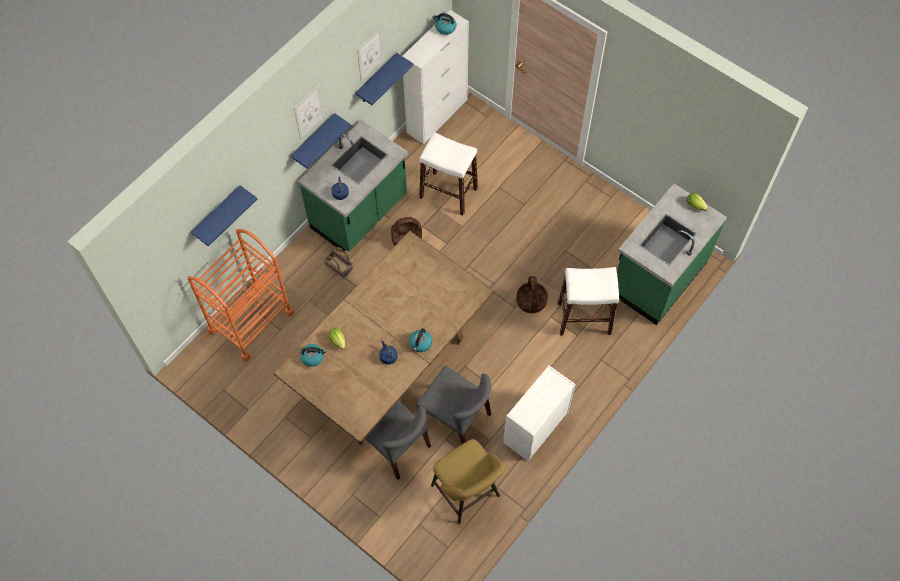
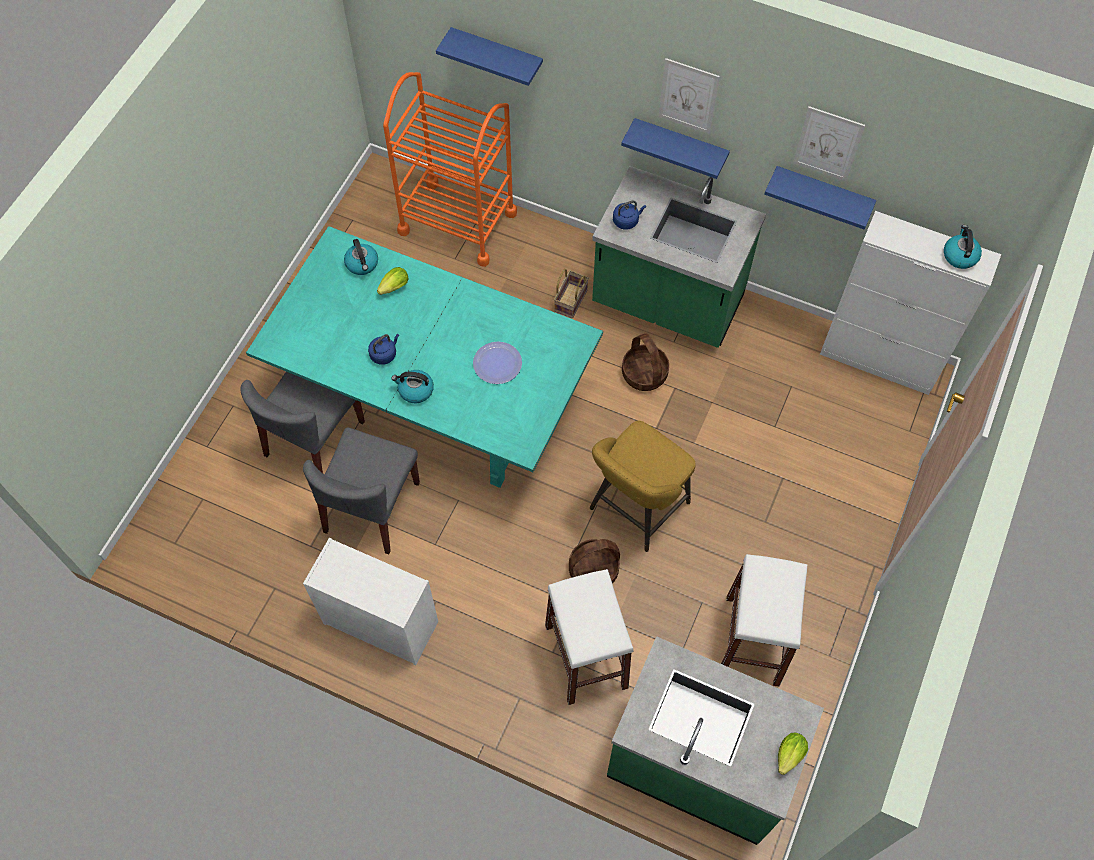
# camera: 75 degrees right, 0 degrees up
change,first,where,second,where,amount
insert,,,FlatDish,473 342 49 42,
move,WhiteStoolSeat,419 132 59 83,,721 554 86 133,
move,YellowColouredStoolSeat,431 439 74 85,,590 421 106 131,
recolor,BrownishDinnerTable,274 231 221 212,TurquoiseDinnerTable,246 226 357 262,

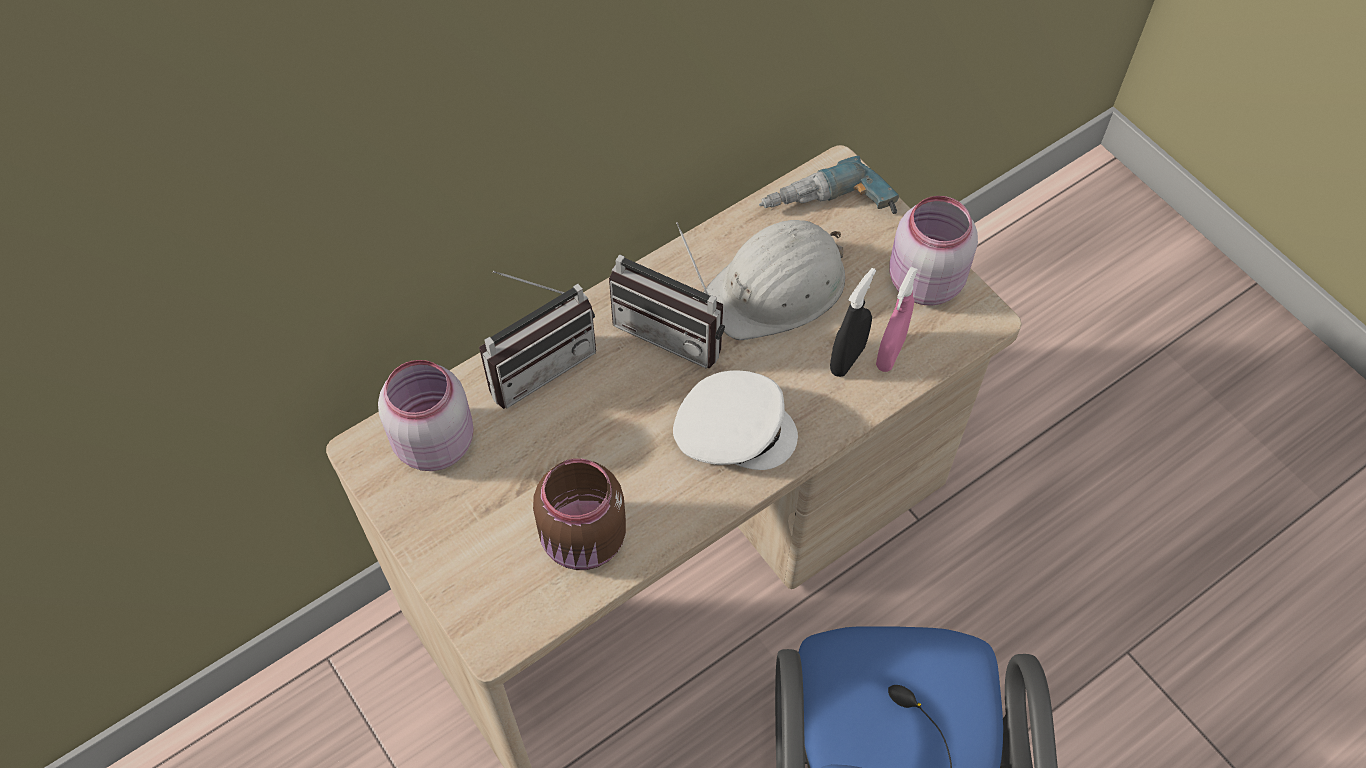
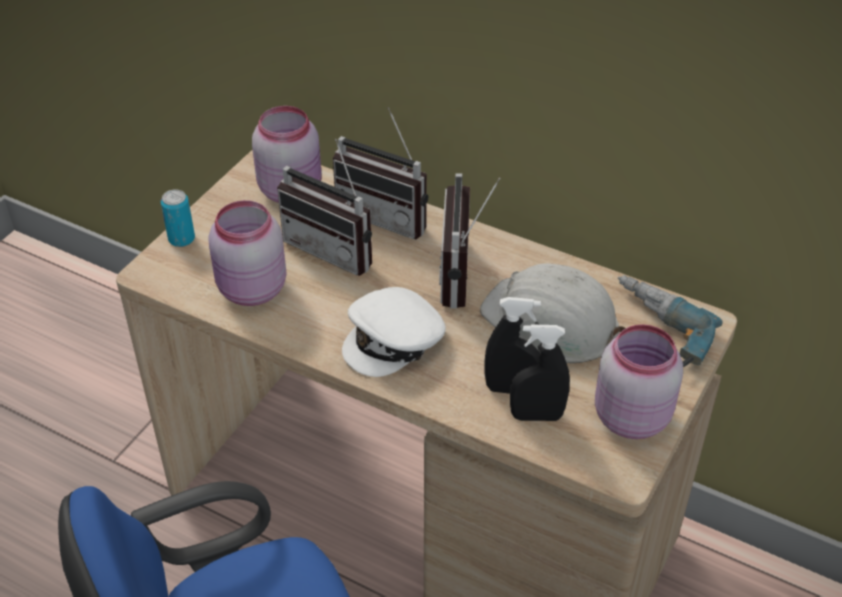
# camera: 65 degrees right, 15 degrees down
change,first,where,second,where,amount
insert,,,SealedCan,161 190 34 57,
insert,,,Radio,277 139 95 137,
recolor,BrownishStorageJar,533 458 93 112,PinkColouredStorageJar,208 200 78 106,
recolor,PinkColouredSprayer,876 267 42 105,BlackSprayer,510 325 60 96,
rotate,WhitePeakedCap,673 371 125 99,,342 287 104 90,60 degrees clockwise

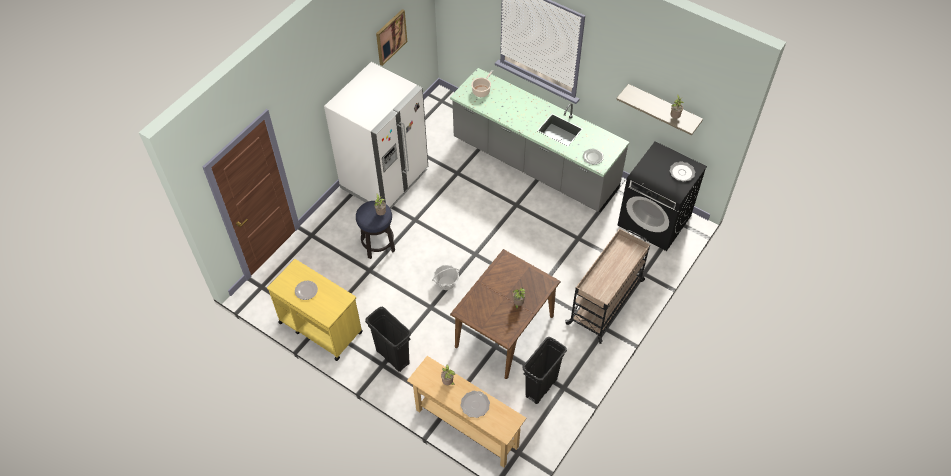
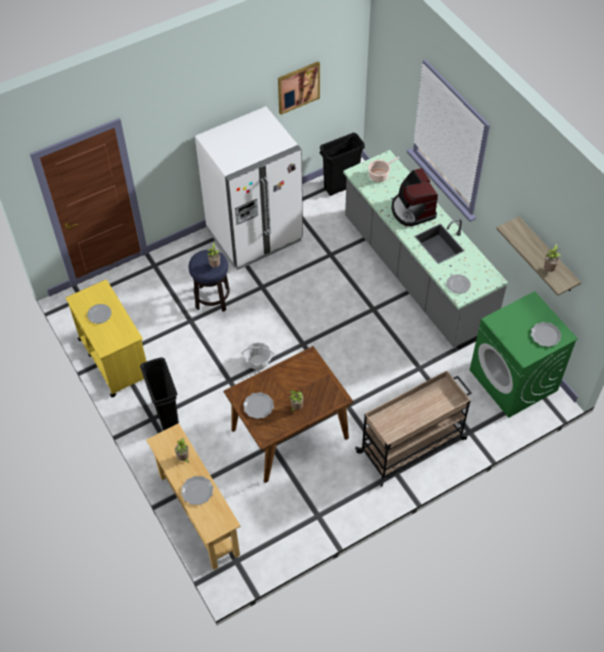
# camera: 25 degrees right, 0 degrees up
change,first,where,second,where,amount
insert,,,FlatDish,243 392 31 27,
insert,,,CoffeeMaker,391 168 47 58,
move,BlackWasteBin,522 337 45 67,,319 133 46 63,
recolor,BlackLaundryAppliance,618 141 89 110,GreenishLaundryAppliance,470 291 108 127,

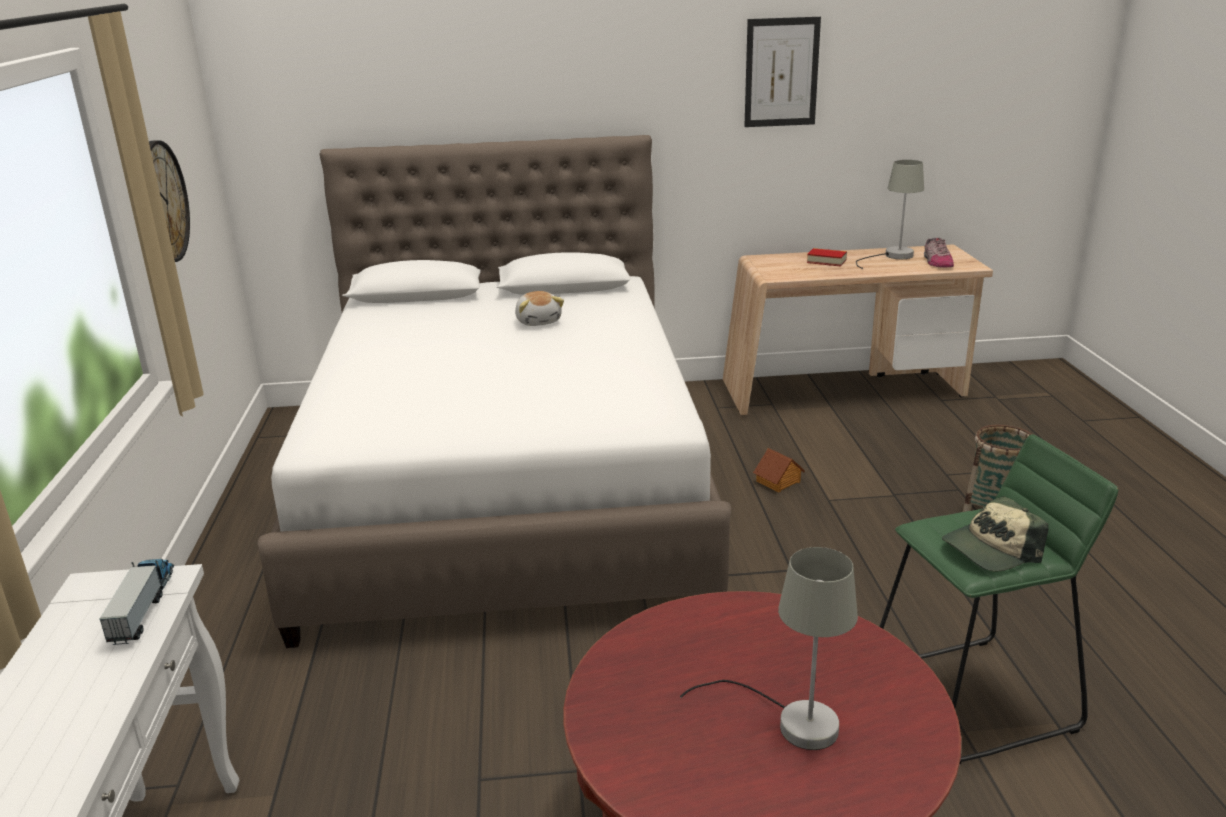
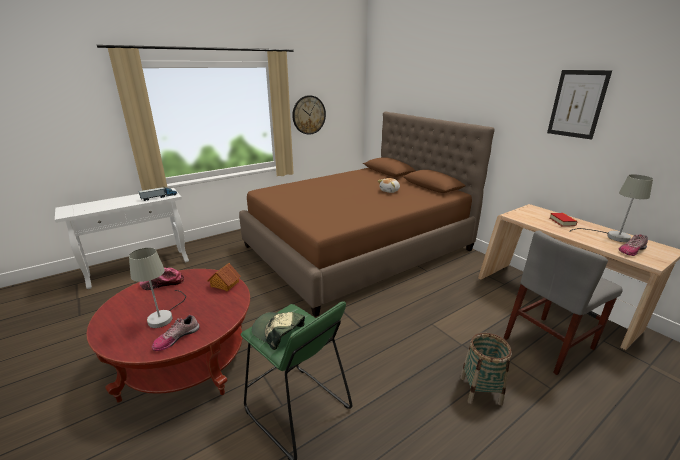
# camera: 60 degrees right, 0 degrees up
change,first,where,second,where,amount
insert,,,PeakedCap,139 268 45 22,
insert,,,LowShoe,152 315 48 36,
insert,,,GreyChair,504 230 119 145,
move,MiniatureHouse,753 448 52 44,,208 263 33 28,
recolor,WhiteBed,257 135 474 513,BrownishBed,239 111 256 206,

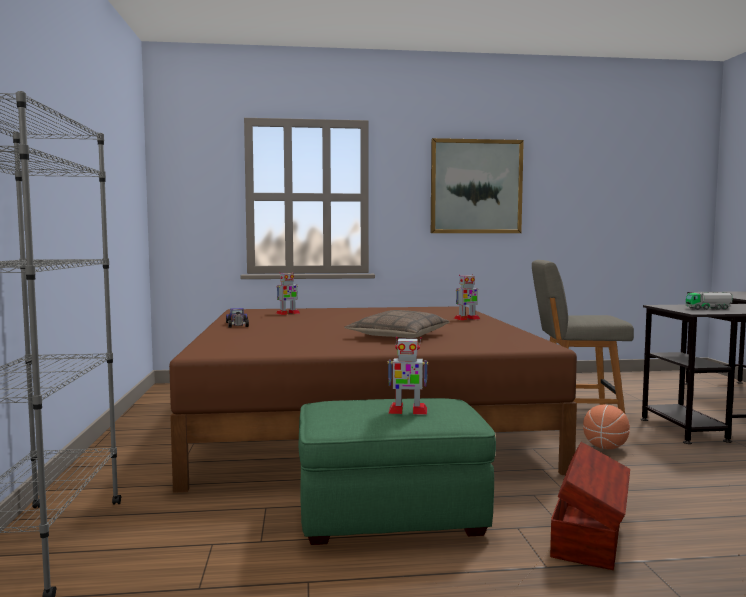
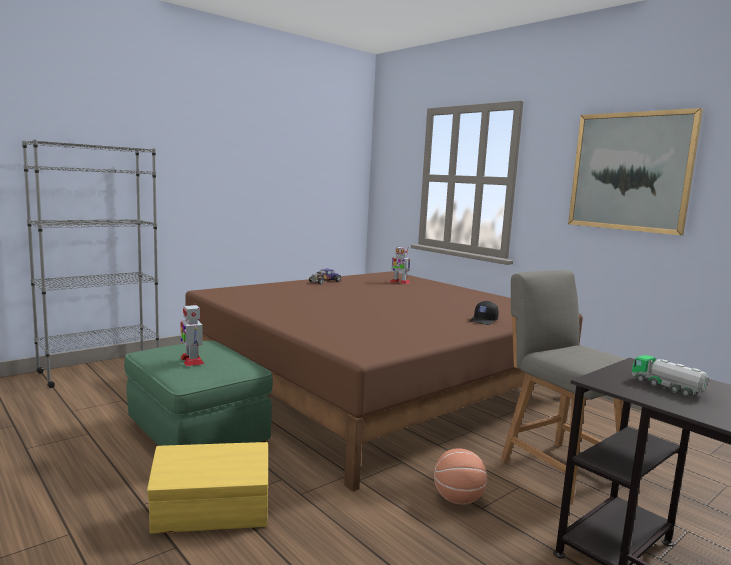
# camera: 55 degrees right, 5 degrees up
change,first,where,second,where,amount
delete,Pillow,344 310 106 28,,,
replace,ToyRobot,454 274 26 46,BlackPeakedCap,470 301 29 24,
recolor,BrownishStorageBin,550 442 80 128,YellowColouredStorageBin,147 442 121 92,

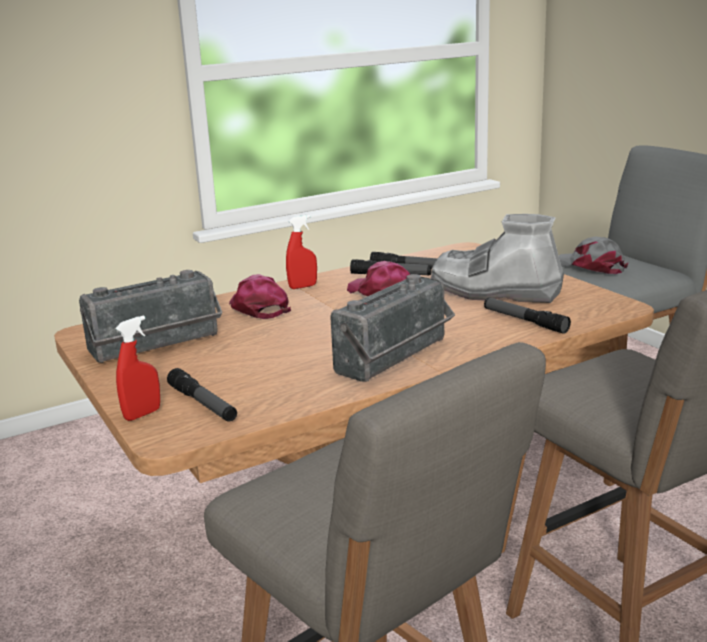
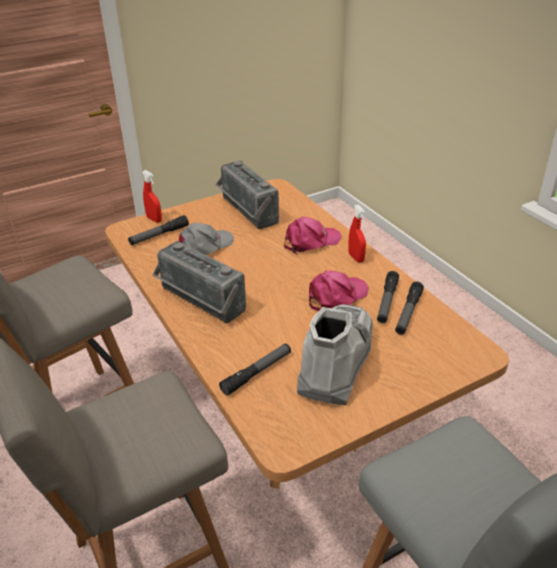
# camera: 90 degrees right, 15 degrees up
change,first,where,second,where,amount
move,GreyPeakedCap,559 237 69 37,,179 223 55 32,

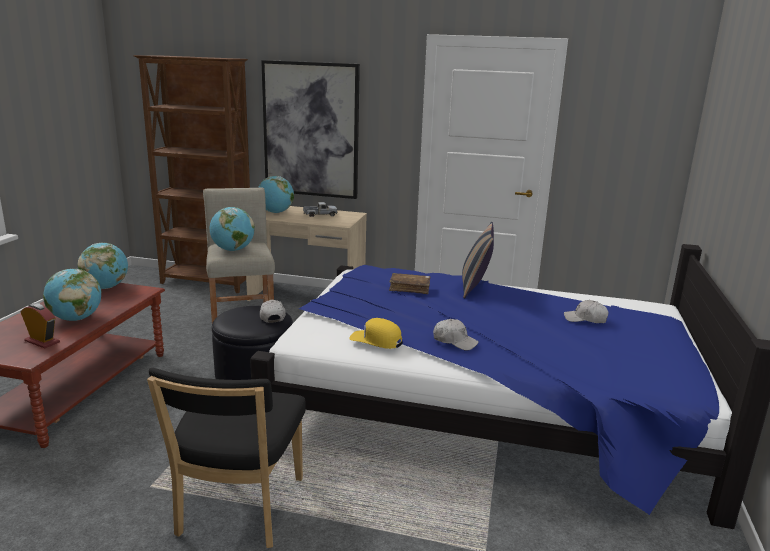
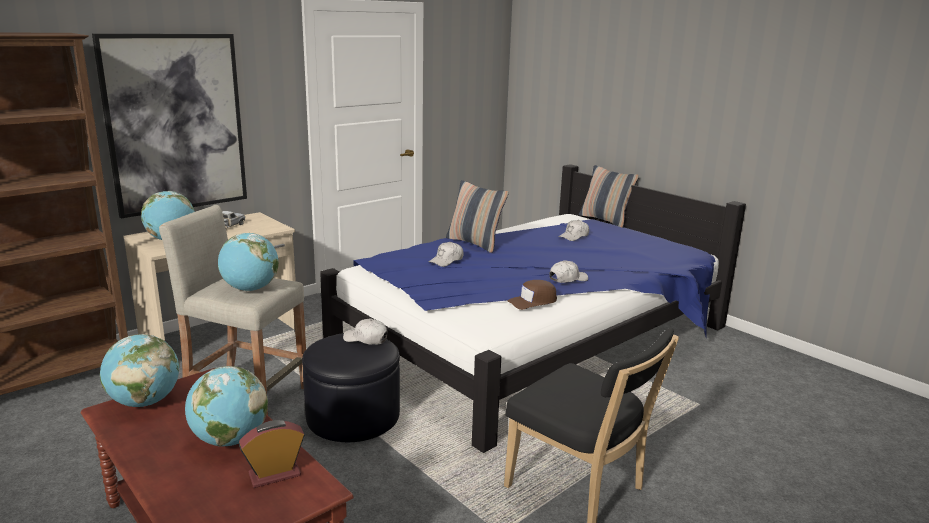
# camera: 55 degrees left, 0 degrees up
change,first,where,second,where,amount
insert,,,Pillow,579 165 60 63,
replace,BrownishBoundBook,389 273 42 21,WhitePeakedCap,429 242 34 25,
recolor,YellowColouredPeakedCap,349 318 54 31,BrownishPeakedCap,508 280 49 30,

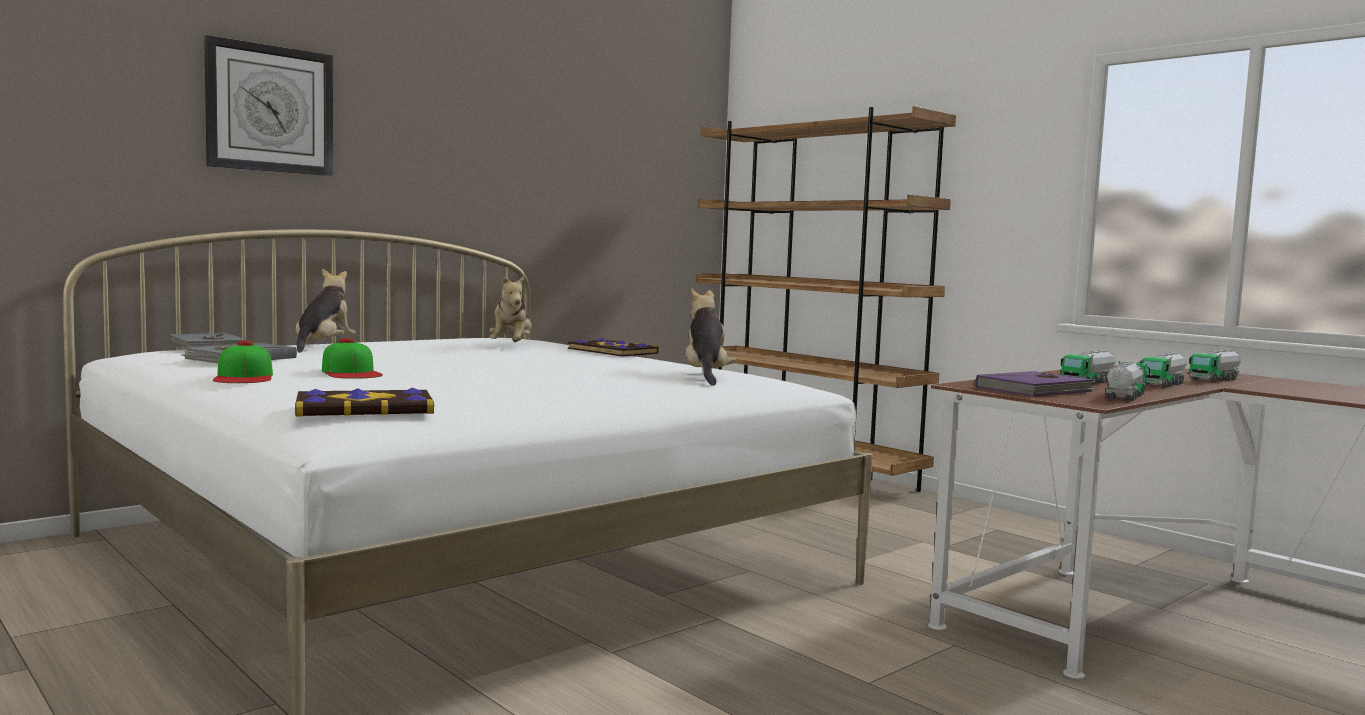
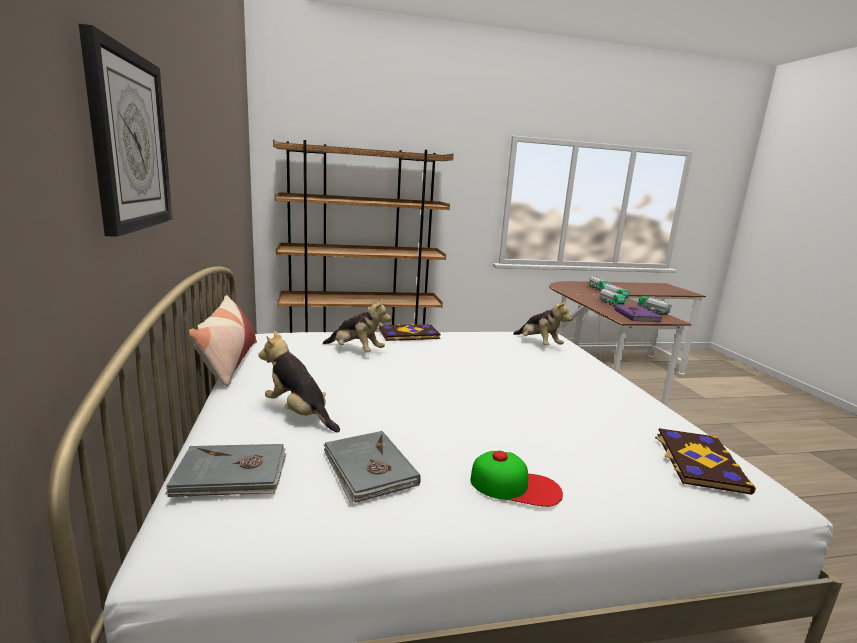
# camera: 60 degrees left, 10 degrees up
change,first,where,second,where,amount
delete,PeakedCap,322 338 61 41,,,
insert,,,Pillow,189 295 68 91,
rotate,CuddlyToy,686 288 50 98,,513 299 60 46,150 degrees counterclockwise

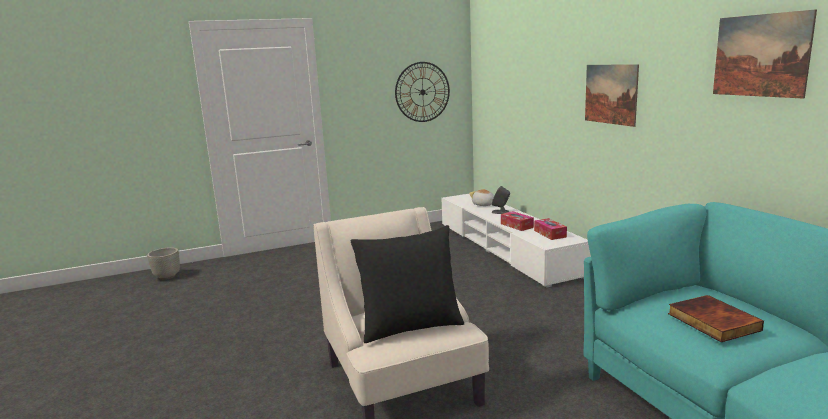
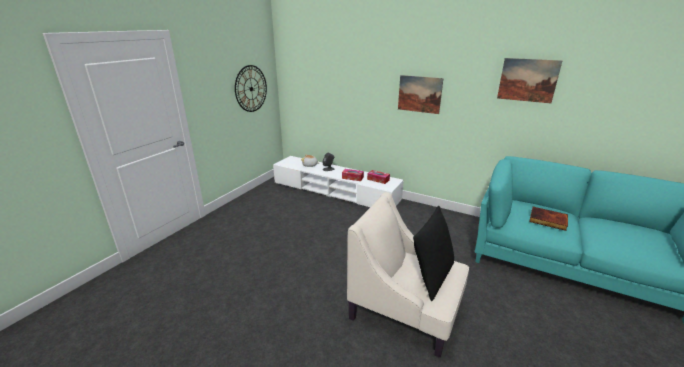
# camera: 40 degrees left, 10 degrees up
change,first,where,second,where,amount
delete,GreyPlantPot,147 247 33 33,,,

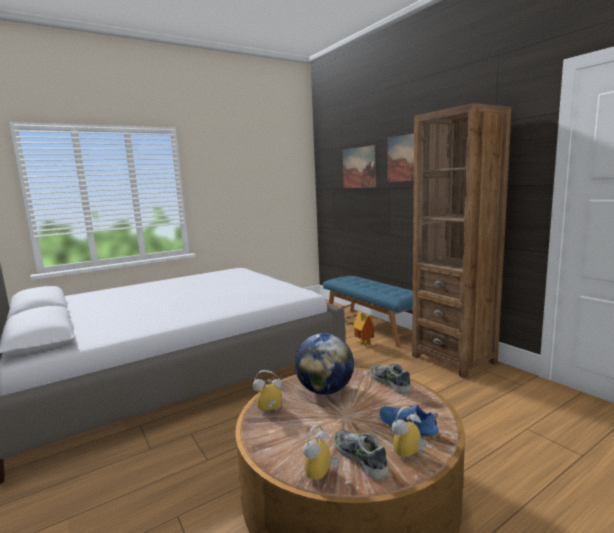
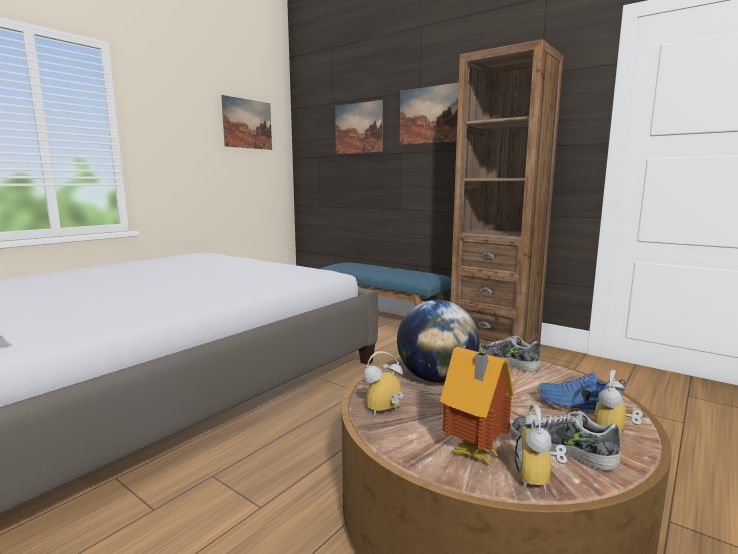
# camera: 20 degrees left, 0 degrees up
change,first,where,second,where,amount
insert,,,WallArt,221 95 51 55,
move,MiniatureHouse,353 312 22 35,,440 347 74 119,

